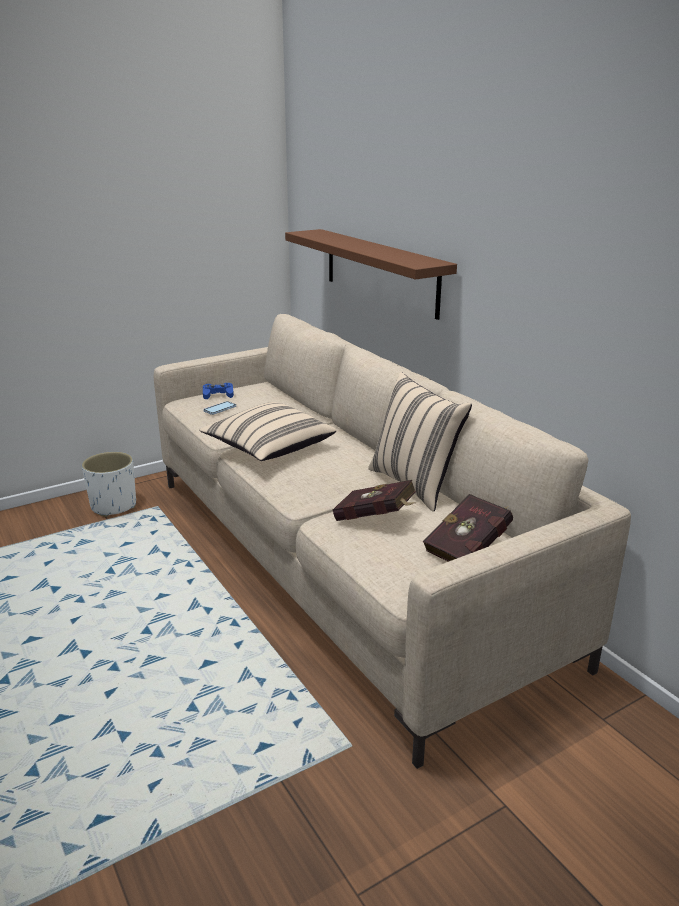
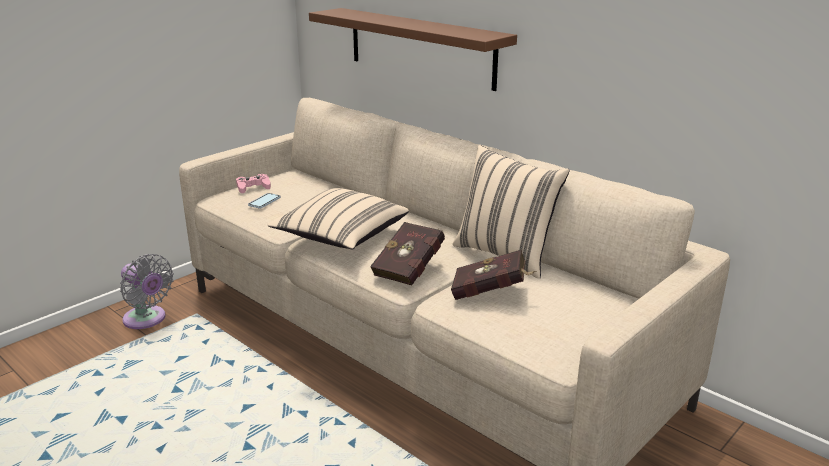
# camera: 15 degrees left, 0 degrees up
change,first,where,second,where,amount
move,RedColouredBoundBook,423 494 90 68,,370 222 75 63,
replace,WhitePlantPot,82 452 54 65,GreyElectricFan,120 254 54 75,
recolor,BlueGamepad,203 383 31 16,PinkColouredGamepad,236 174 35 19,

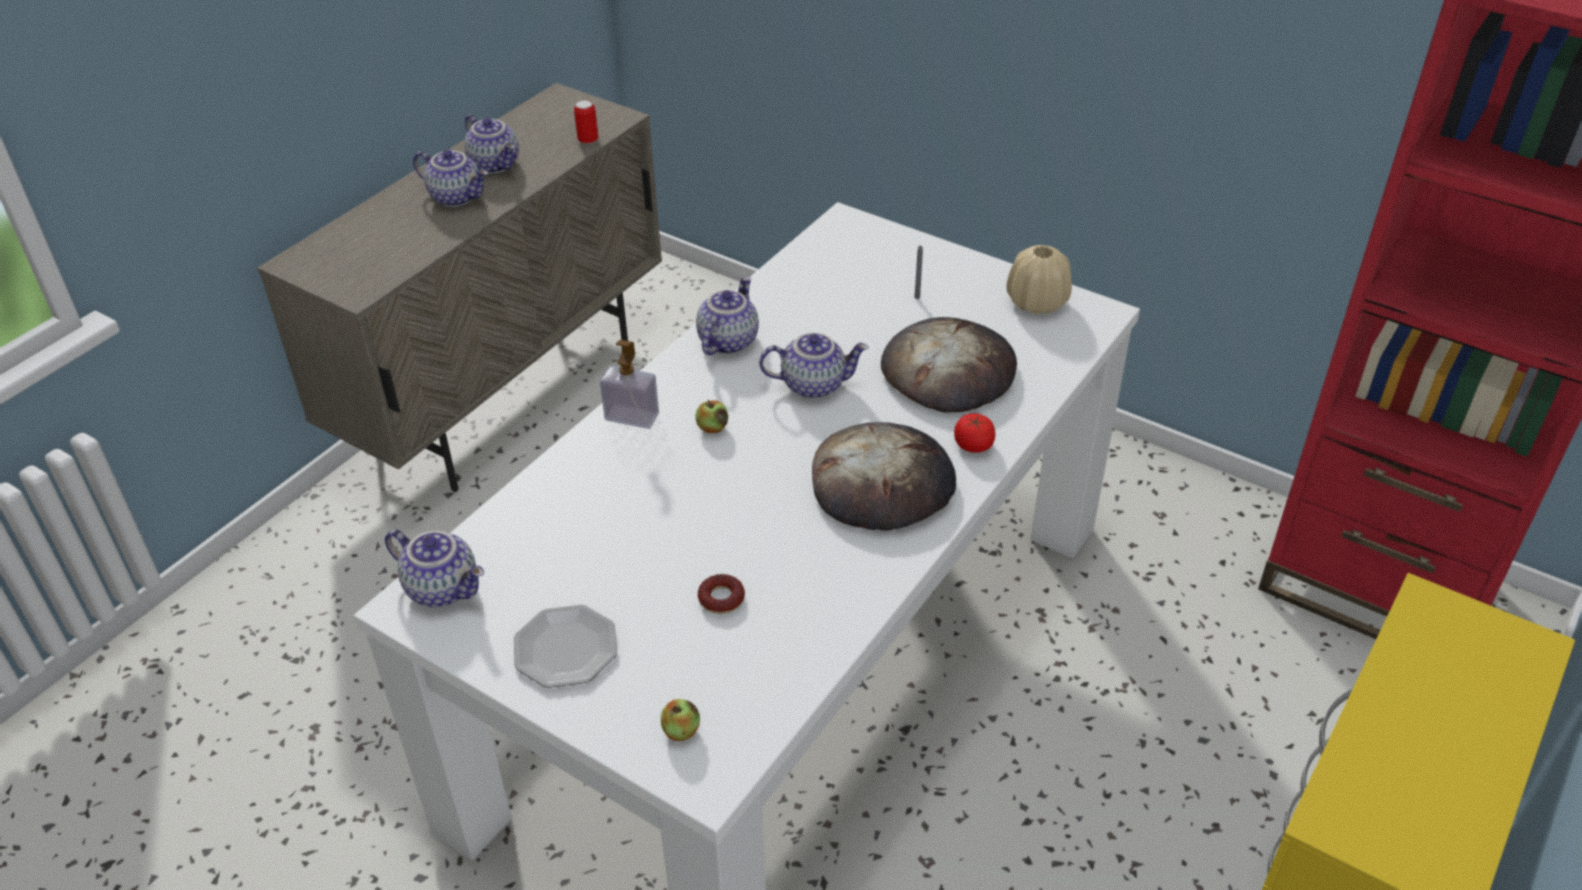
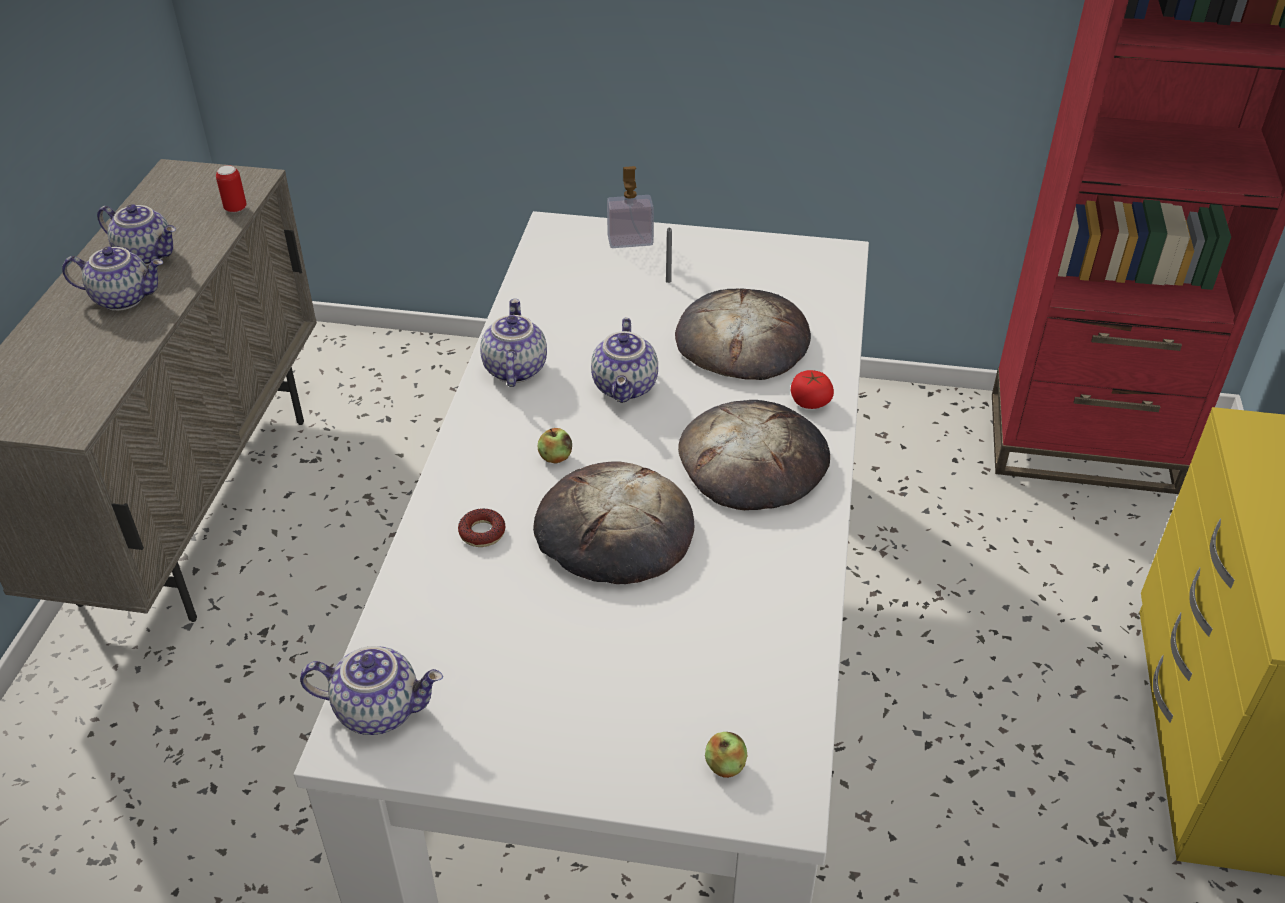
# camera: 25 degrees left, 0 degrees up
change,first,where,second,where,amount
delete,FlatDish,514 605 103 83,,,
delete,SandColouredFlowerVase,1006 245 66 69,,,
insert,,,BakeryBread,533 461 162 123,
move,SoapDispenser,600 340 59 89,,607 166 47 82,
move,Doughnut,698 574 47 40,,458 508 47 39,
rotate,PotForTea,759 332 110 67,,591 318 67 85,120 degrees clockwise

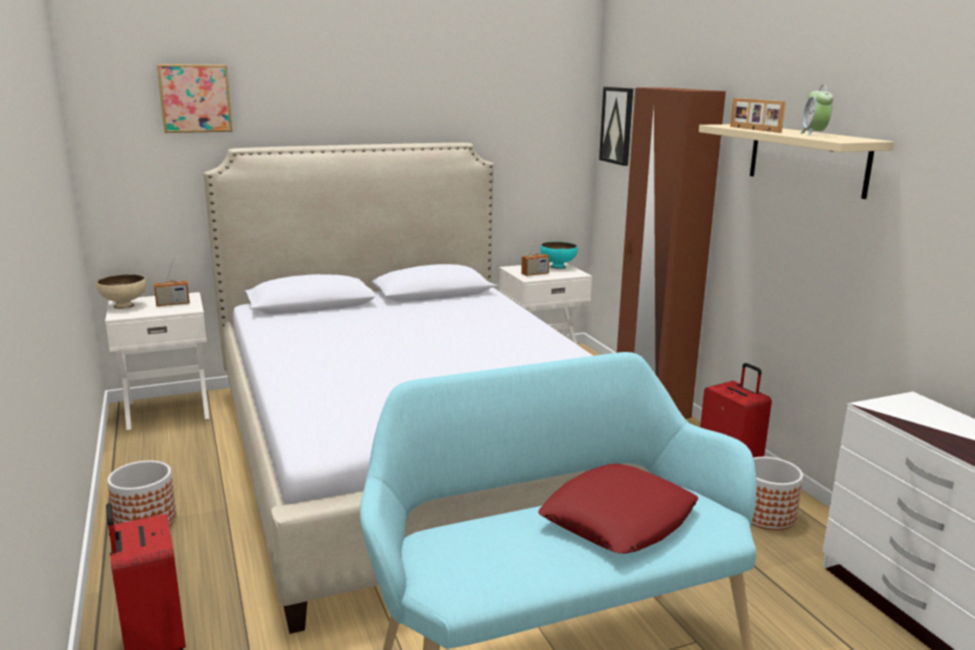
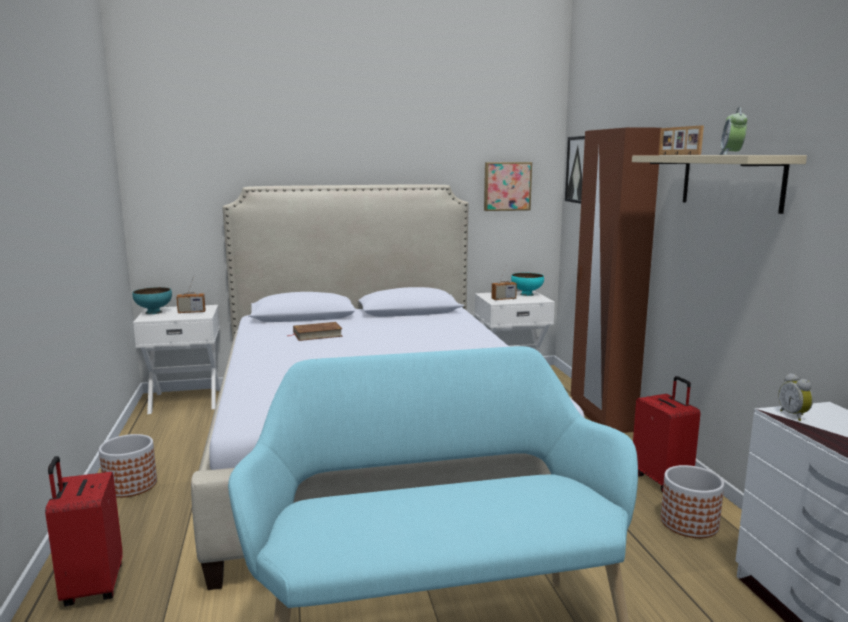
# camera: 10 degrees right, 5 degrees down
change,first,where,second,where,amount
delete,RedColouredPillow,538 464 160 90,,,
insert,,,BrownishBoundBook,289 322 54 19,
insert,,,TableClock,779 373 34 48,
move,WallArt,157 64 75 69,,484 162 48 49,
recolor,SandColouredDeepDish,97 274 49 35,TurquoiseDeepDish,132 287 40 27,

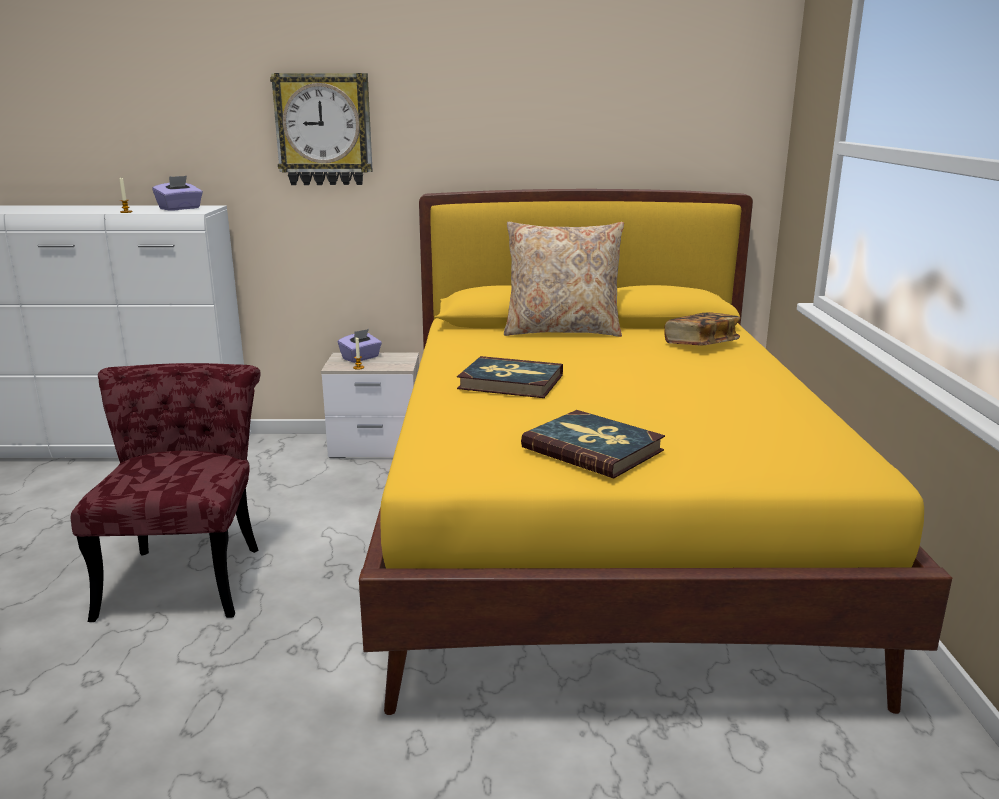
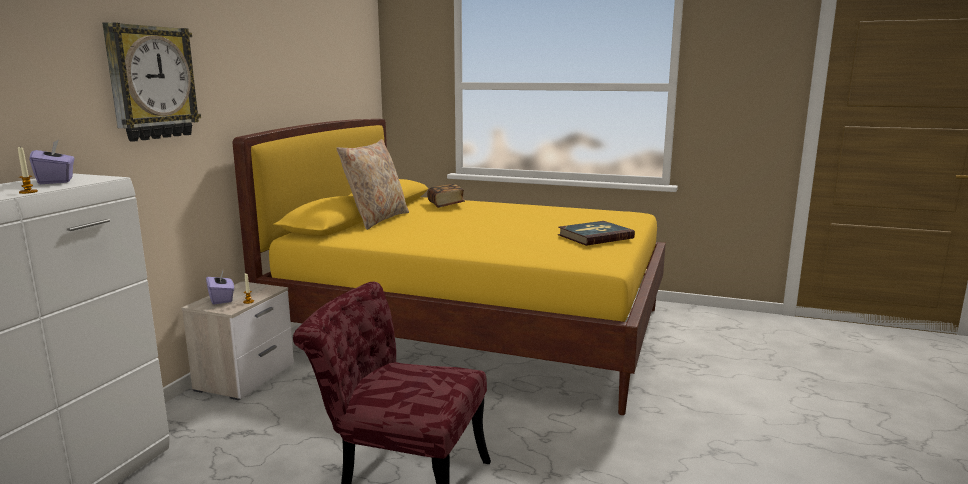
# camera: 70 degrees left, 5 degrees down
change,first,where,second,where,amount
delete,BoundBook,457 356 106 42,,,

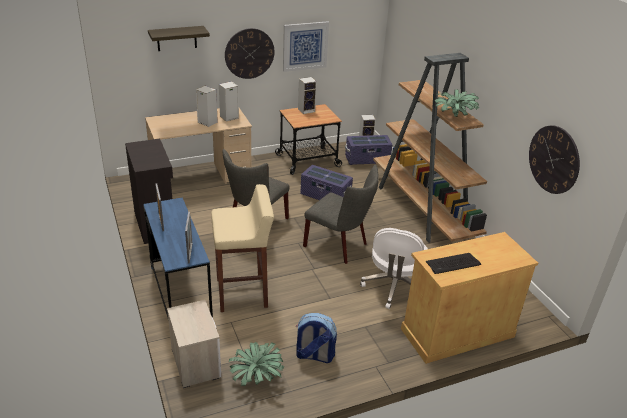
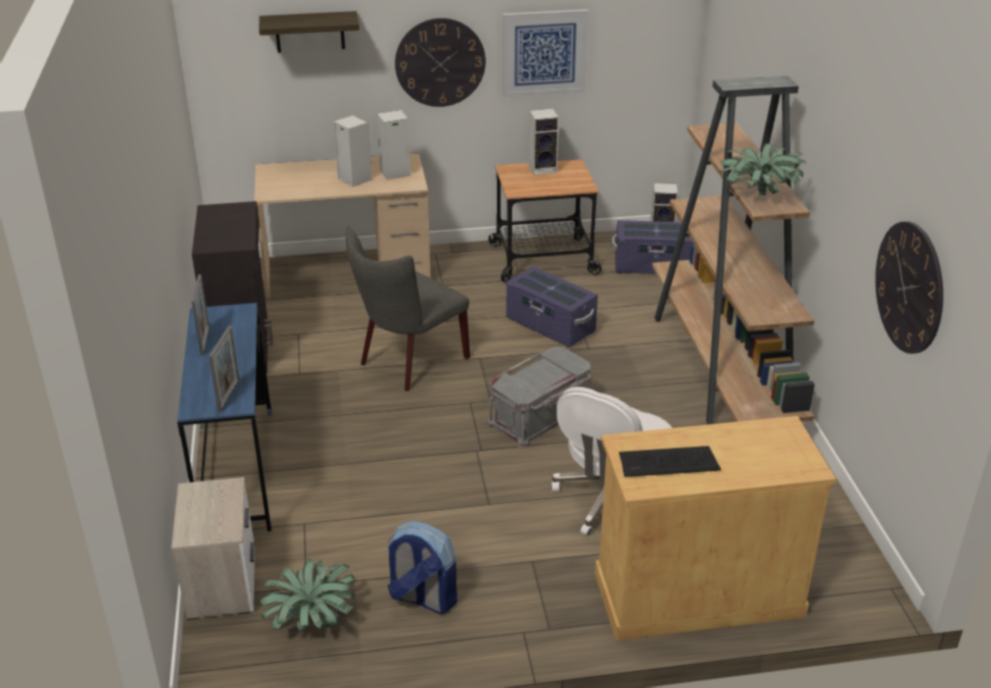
# camera: 15 degrees right, 0 degrees up
change,first,where,second,where,amount
delete,SandColouredStoolSeat,211 184 63 128,,,
replace,GreyChair,303 165 76 99,GreyStorageBin,486 347 105 101,

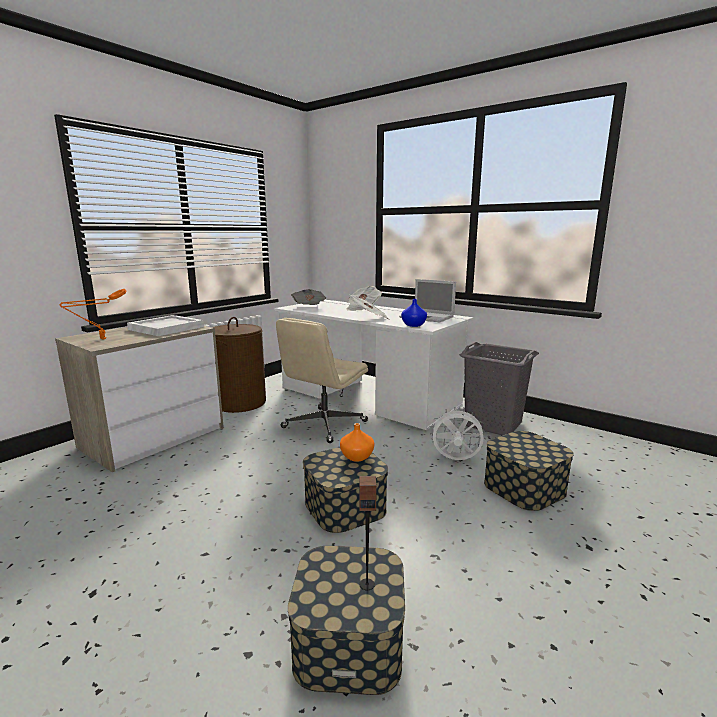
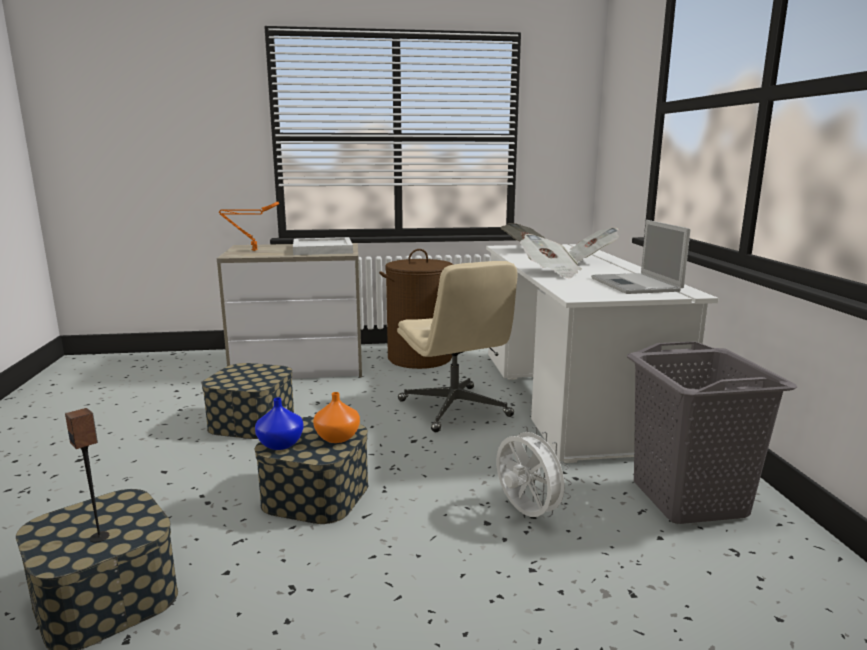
# camera: 45 degrees right, 0 degrees up
change,first,where,second,where,amount
move,BlueFlowerVase,401 299 26 28,,255 398 49 52,
move,StorageBin,484 431 89 80,,201 363 93 76,
rotate,SandColouredOfficeChair,276 318 92 125,,397 261 121 171,105 degrees counterclockwise

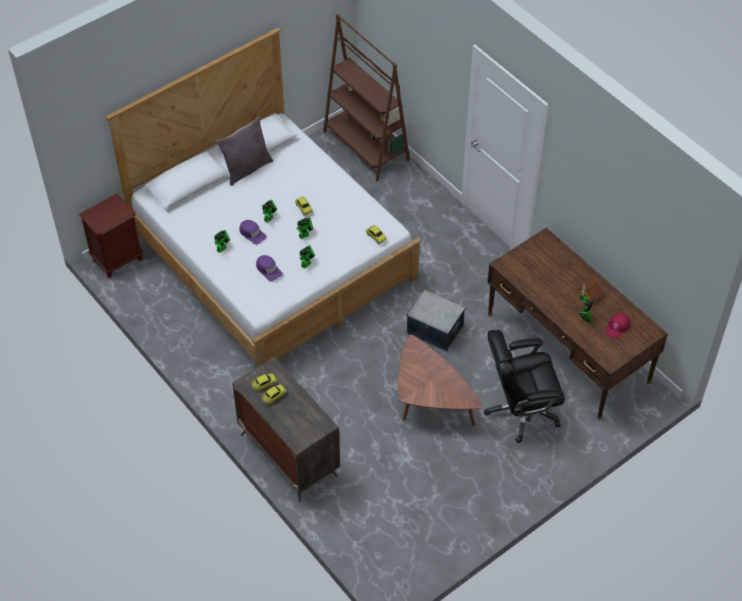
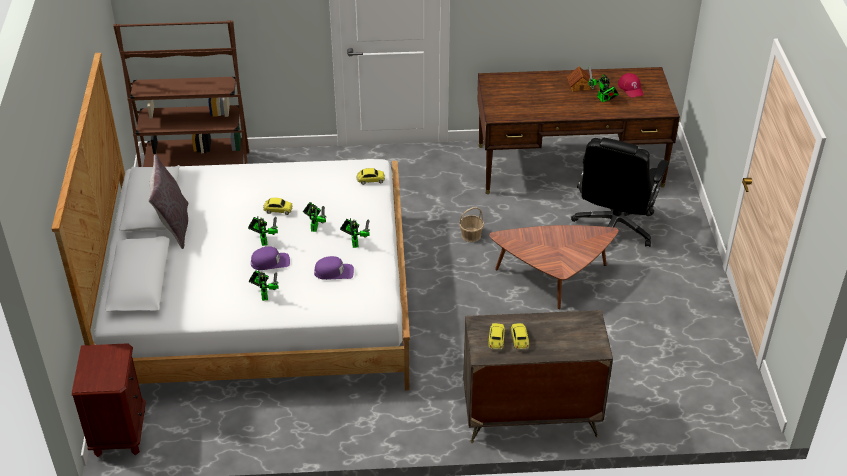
# camera: 55 degrees left, 10 degrees down
change,first,where,second,where,amount
replace,StorageBin,407 290 58 61,HouseholdBasket,459 207 25 35,

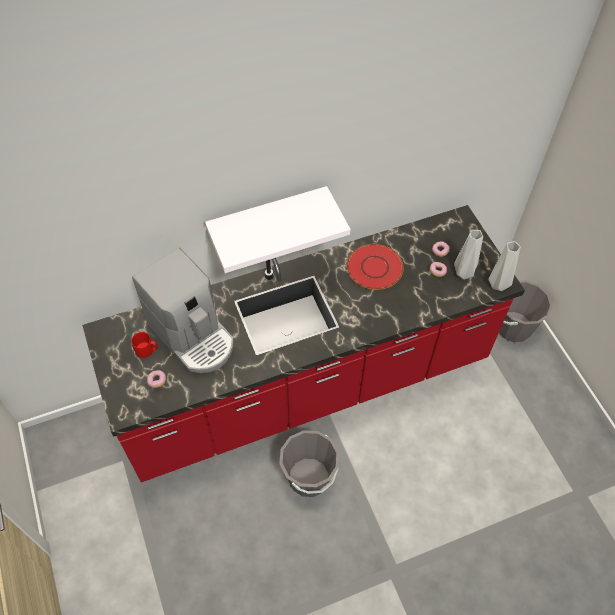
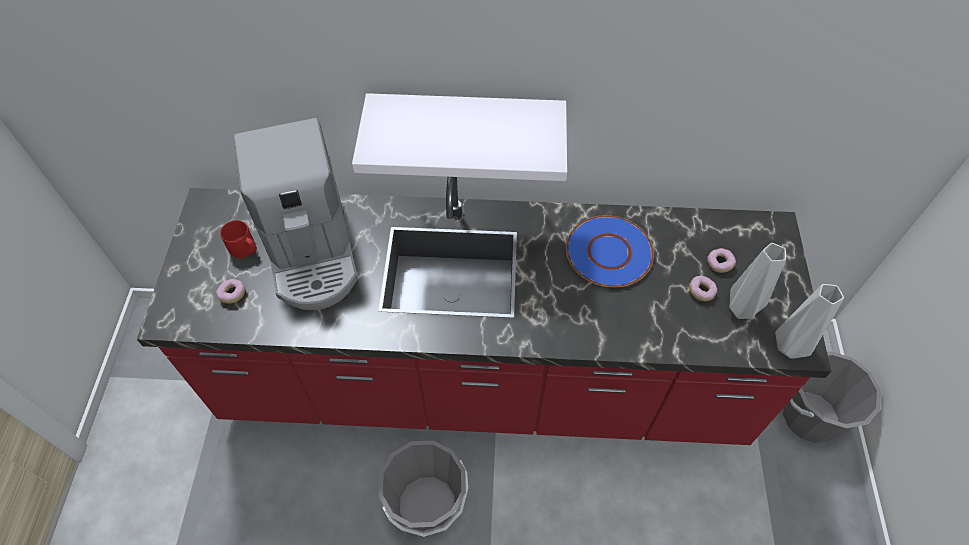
# camera: 25 degrees right, 0 degrees up
change,first,where,second,where,amount
recolor,RedColouredFlatDish,347 244 57 46,BlueFlatDish,566 215 88 72,

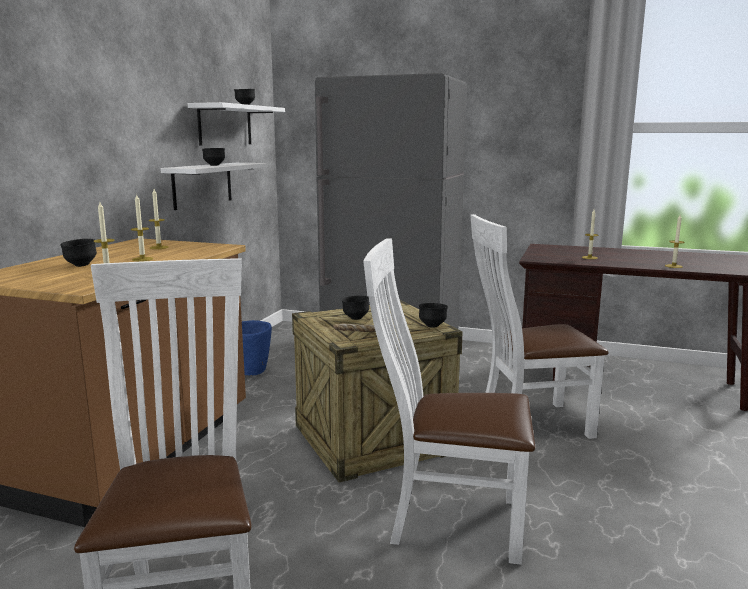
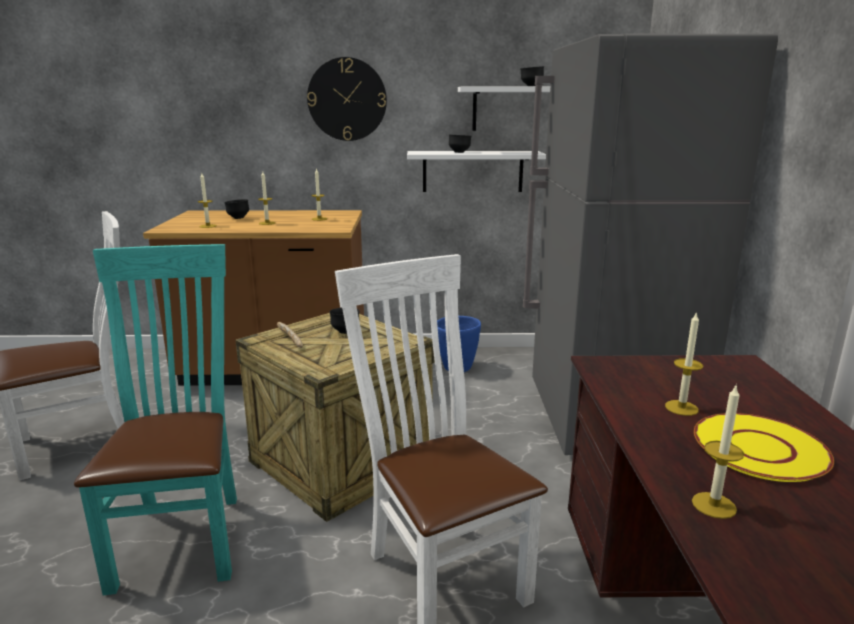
# camera: 70 degrees right, 5 degrees up
change,first,where,second,where,amount
delete,BlackDeepDish,419 303 29 25,,,
insert,,,HangingClock,307 57 80 84,
insert,,,YellowColouredFlatDish,694 413 140 69,
recolor,WhiteChair,363 238 172 327,TurquoiseChair,74 244 163 351,

